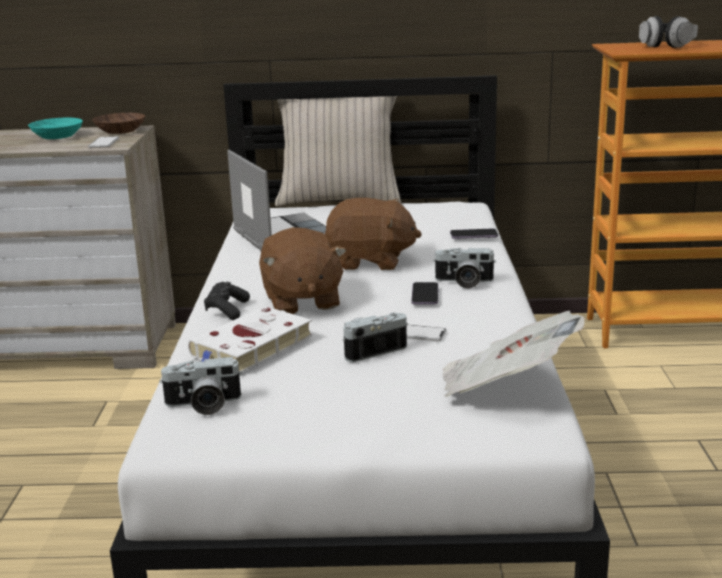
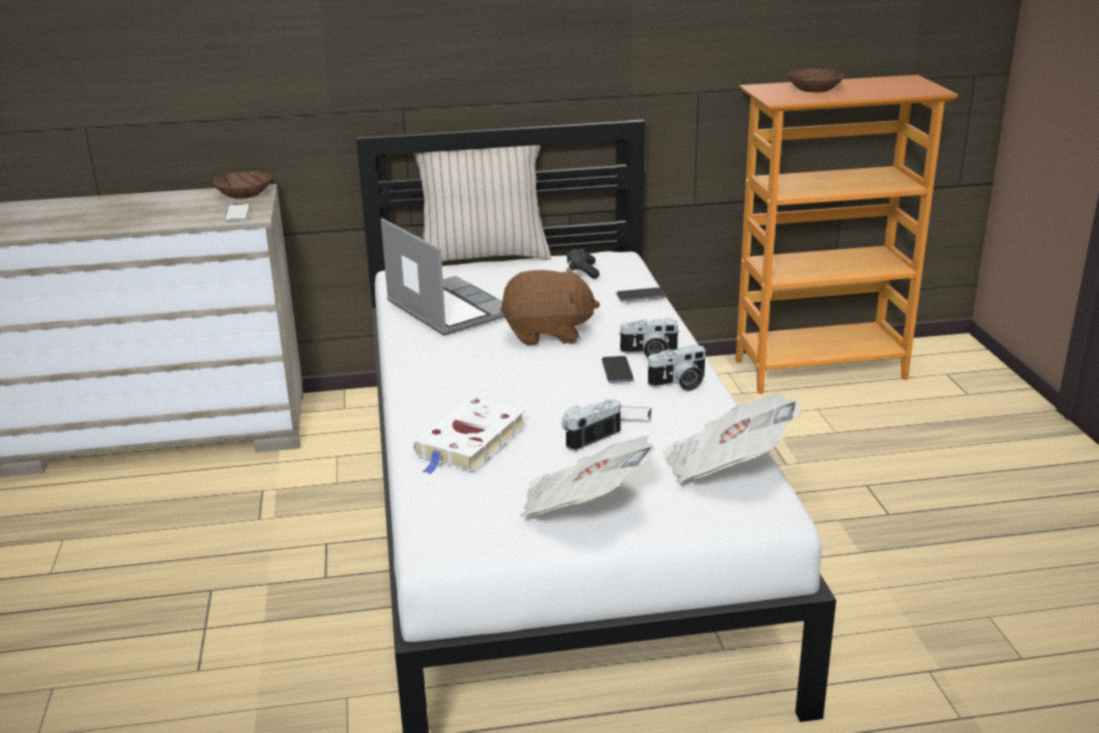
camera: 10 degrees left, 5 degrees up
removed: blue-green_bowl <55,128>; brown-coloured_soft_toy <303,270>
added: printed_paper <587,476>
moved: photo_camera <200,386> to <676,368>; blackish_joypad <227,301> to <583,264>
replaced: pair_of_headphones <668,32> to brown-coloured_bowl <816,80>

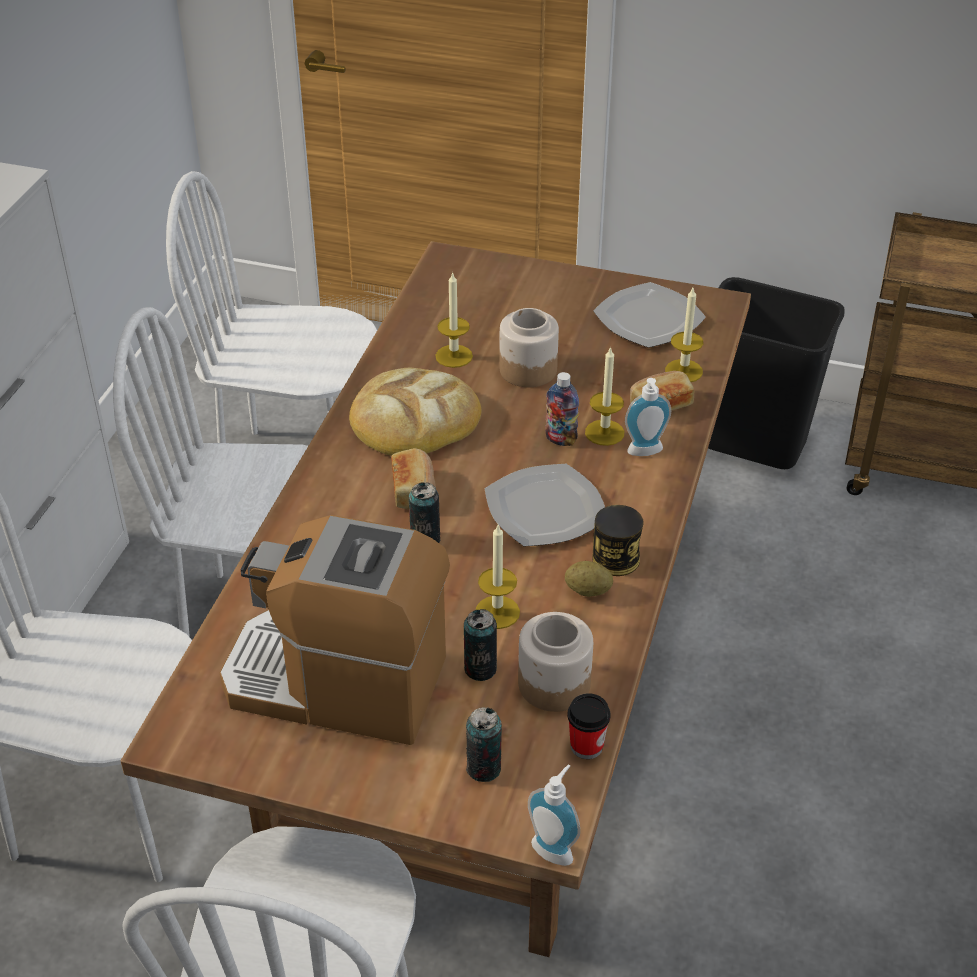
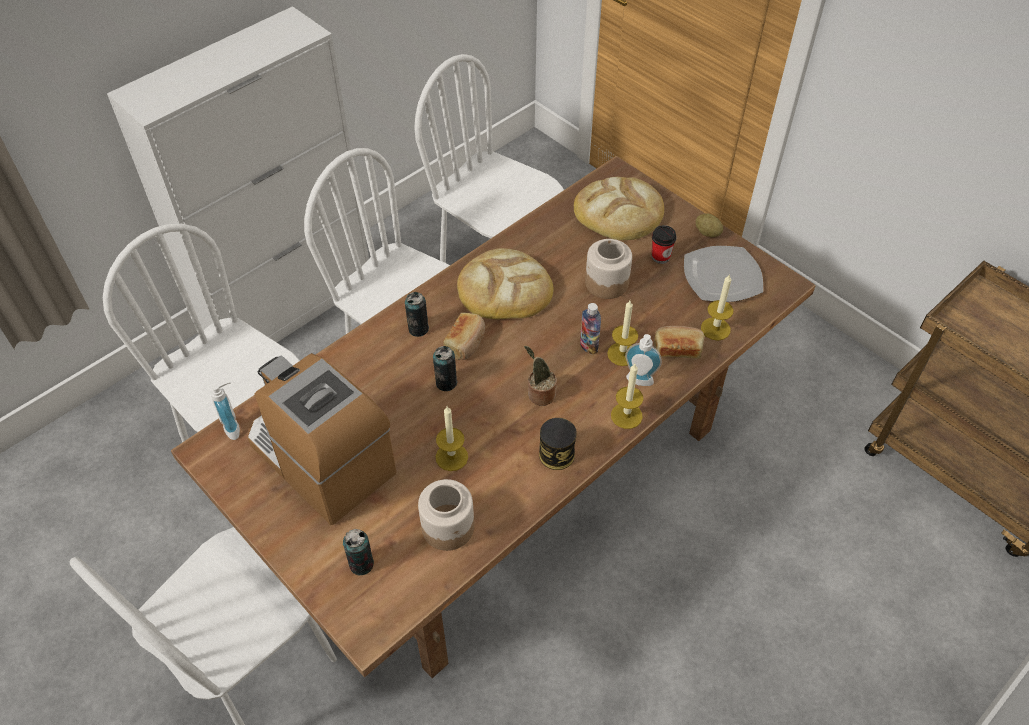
camera: 30 degrees right, 10 degrees up
removed: blackish_trash_can <776,373>
added: bakery_bread <619,208>
moved: wax_candle <454,320> to <627,396>; can <480,645> to <417,314>; soap_dispenser <554,815> to <225,411>; spud <589,579> to <709,225>; cup <589,726> to <664,244>
replaced: flat_dish <545,505> to potted_plant <540,376>

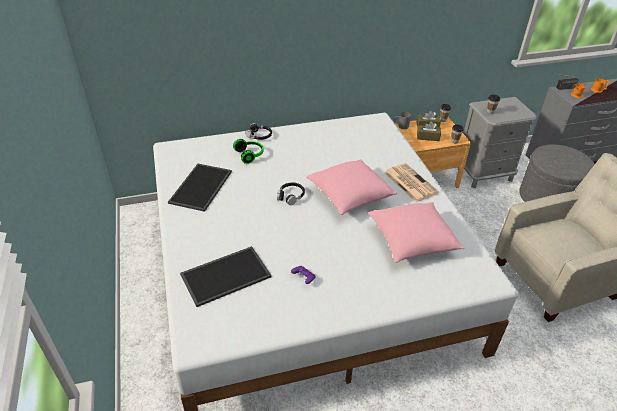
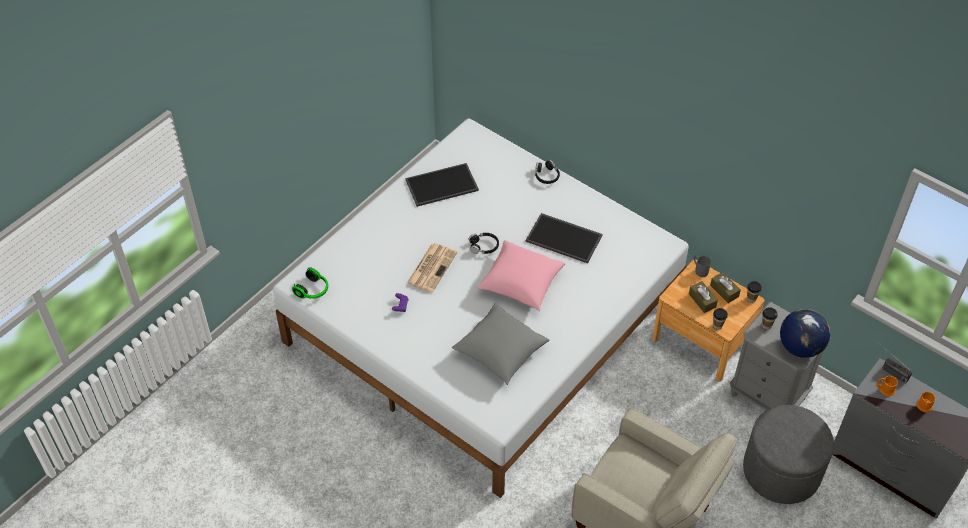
camera: 55 degrees right, 10 degrees up
added: world_globe <805,333>
moved: serving_tray <225,276> to <564,238>; pair_of_headphones <248,151> to <310,283>; printed_paper <412,182> to <432,267>
recoloured: pinkish_pillow <416,232> to gray_pillow <501,344>

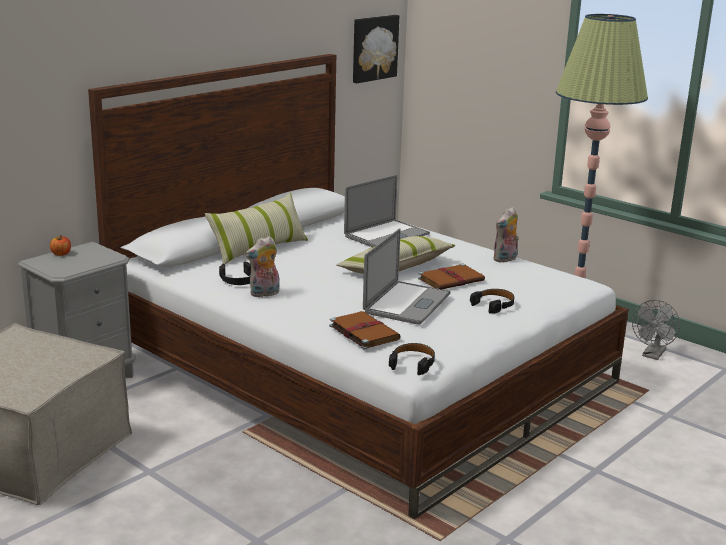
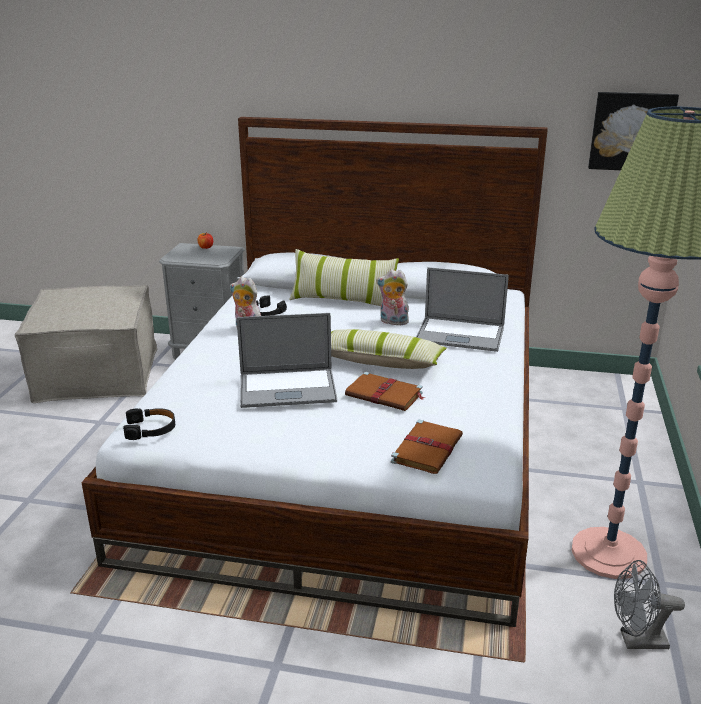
camera: 60 degrees right, 5 degrees up
removed: blackish_pair_of_headphones <492,301>
moved: brown-coloured_volume <365,330> to <427,446>; soft_toy <506,235> to <392,297>

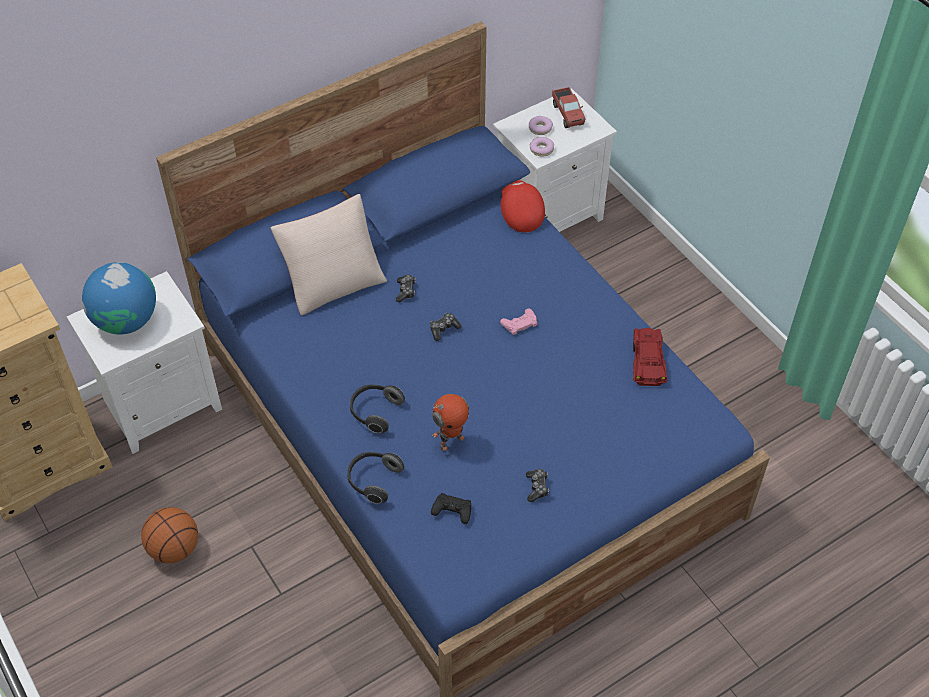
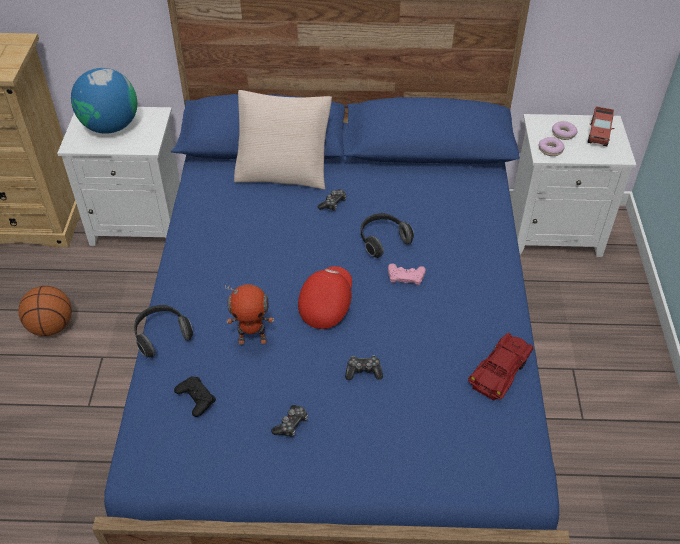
camera: 35 degrees right, 5 degrees down
moved: pair_of_headphones <377,408> to <387,235>; joypad <446,327> to <364,367>; red-coloured_cap <523,206> to <325,297>

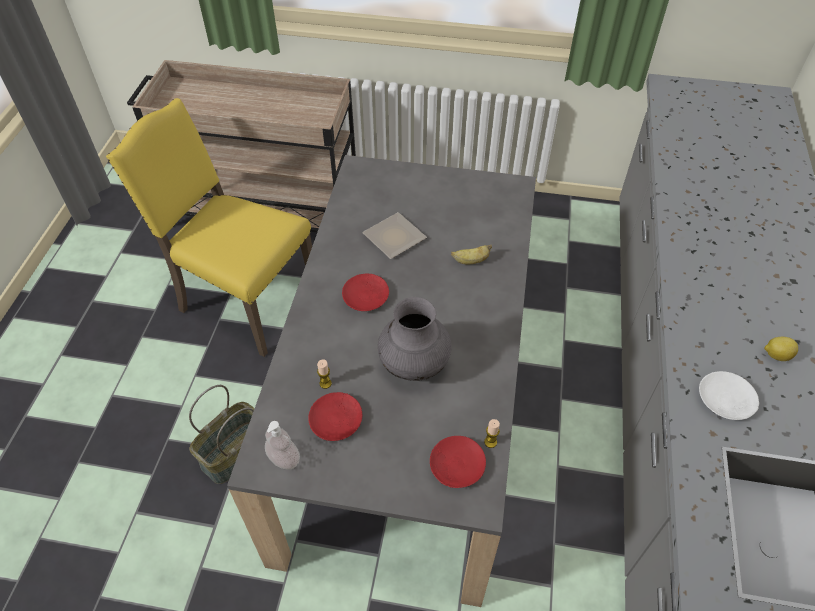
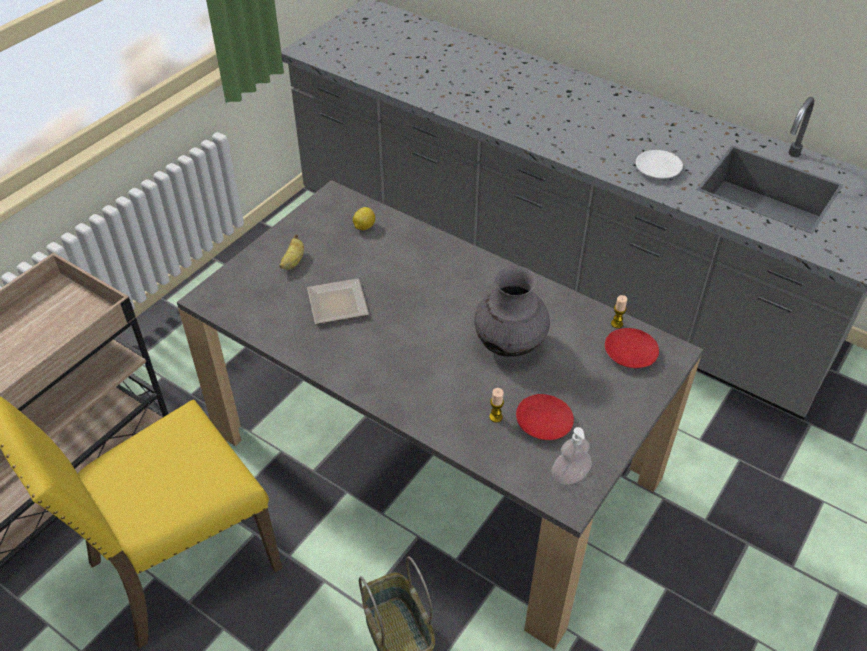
camera: 65 degrees left, 5 degrees down
removed: red-coloured_flat_dish <365,292>
moved: banana_fruit <471,254> to <291,252>; citrus_fruit <781,349> to <364,218>

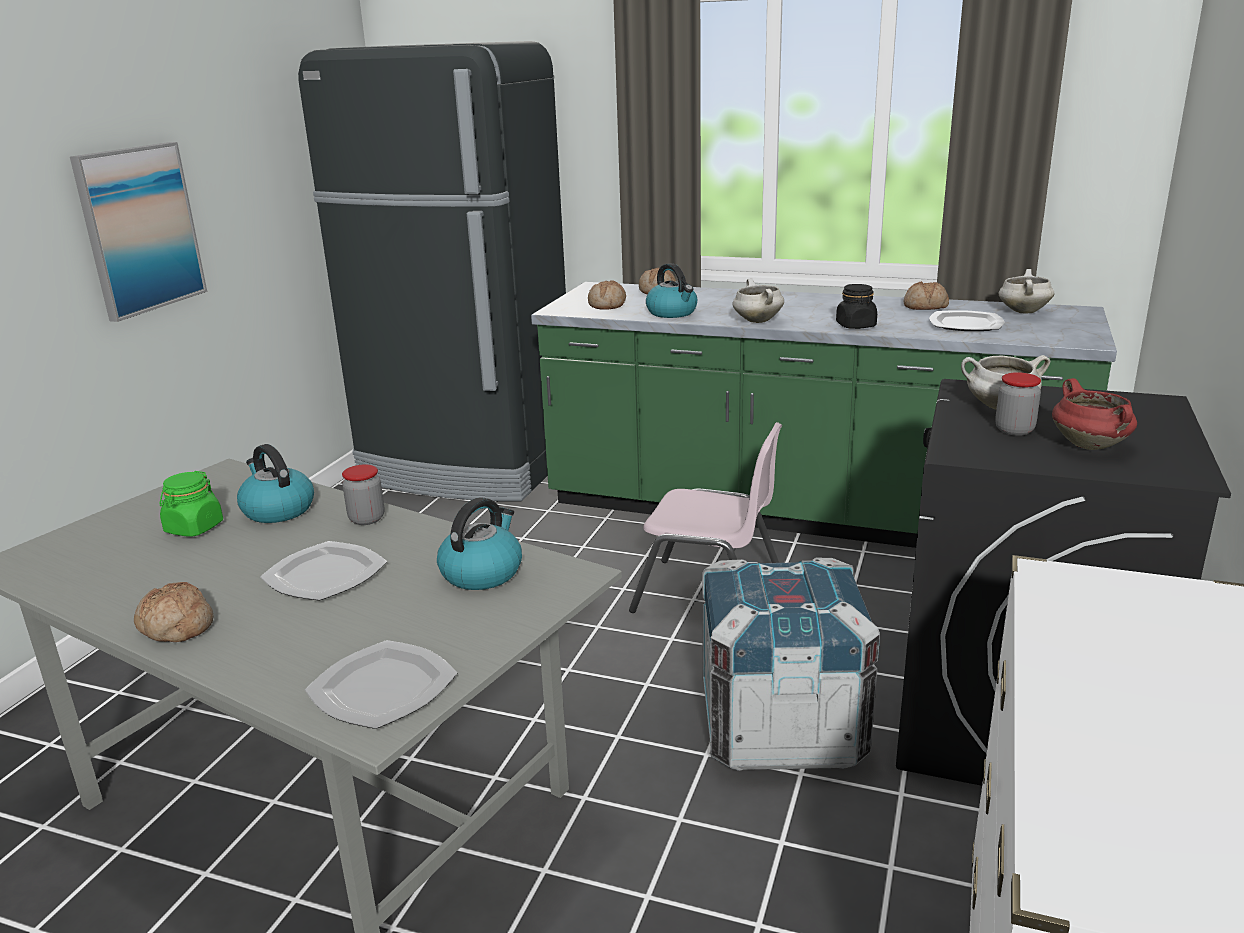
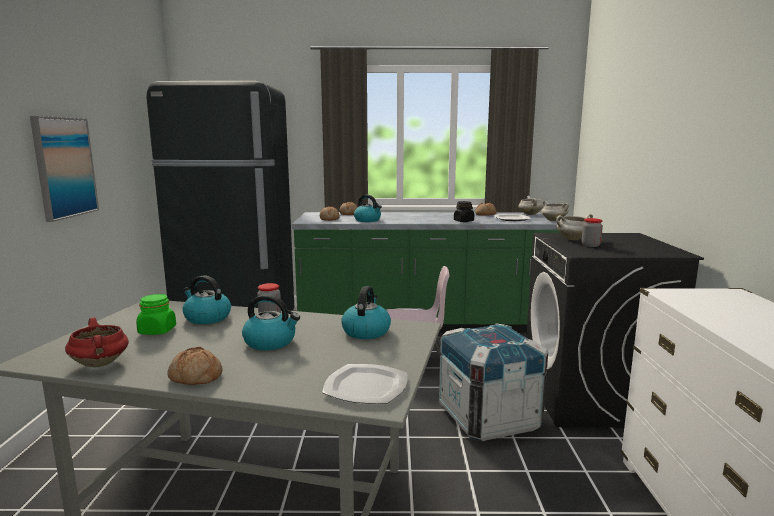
camera: 20 degrees left, 10 degrees down
moved: white-coloured_stockpot <758,300> to <555,211>; red-coloured_stockpot <1094,414> to <97,342>
replaced: flat_dish <323,571> to kettle <271,322>

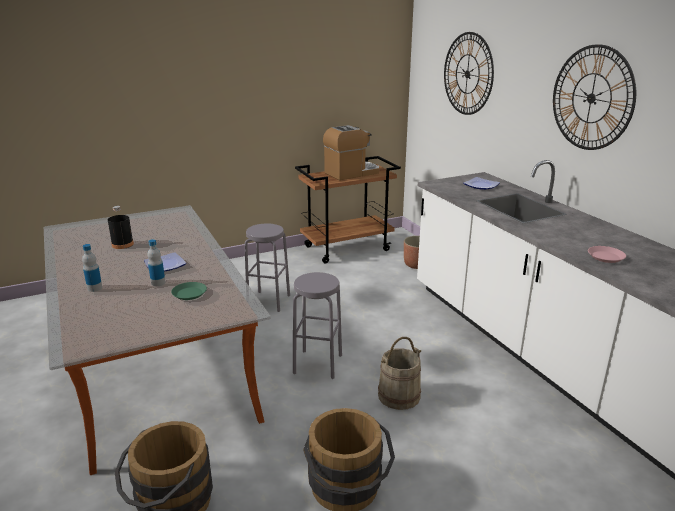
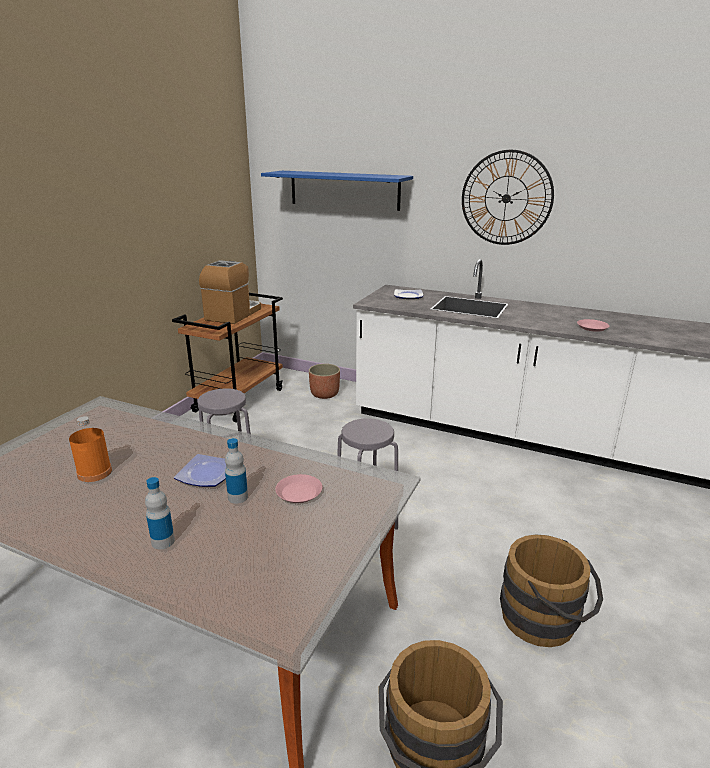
camera: 40 degrees left, 0 degrees up
removed: beige-coloured_bucket <399,373>
replaced: clock_on_the_wall <469,73> to blue_shelf <337,191>
recoloured: blackish_drink_bottle <121,227> to orangey_drink_bottle <90,449>; green_flat_dish <189,291> to pinkish_flat_dish <298,488>

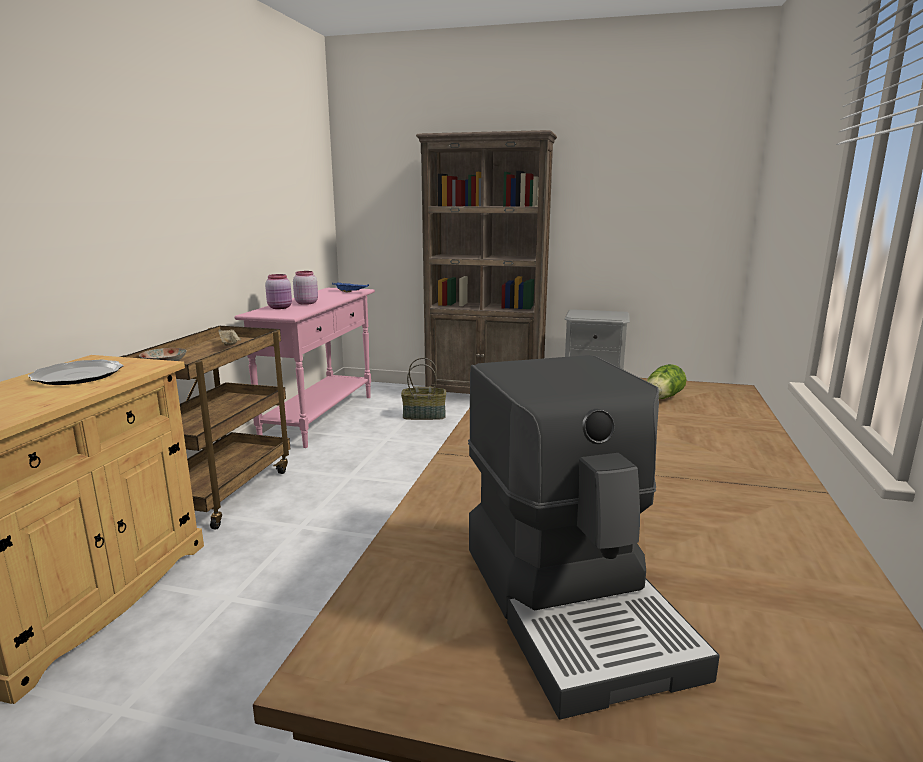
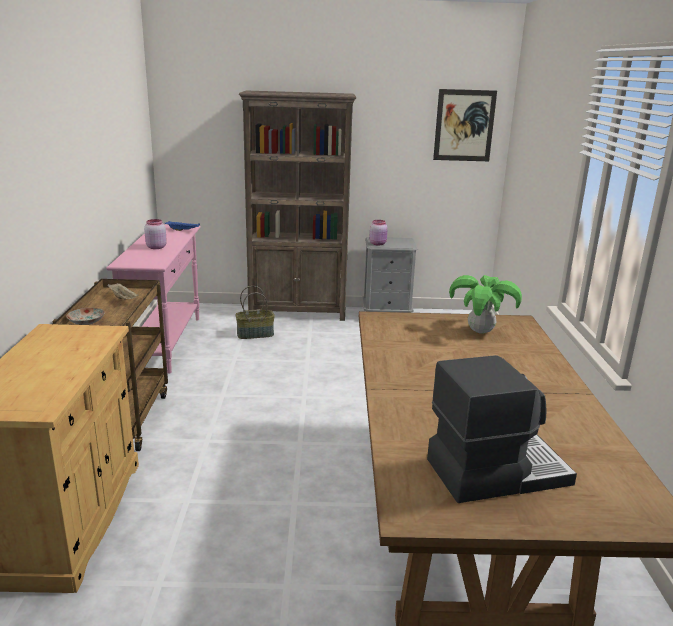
camera: 15 degrees left, 5 degrees up
removed: flat_dish <75,372>
added: wall_picture <465,125>
moved: pinkish_storage_jar <278,291> to <378,232>
replaced: lettuce <666,381> to potted_plant <485,304>
turned: coffee_brewer <594,537> = <502,429> 75 degrees counterclockwise

